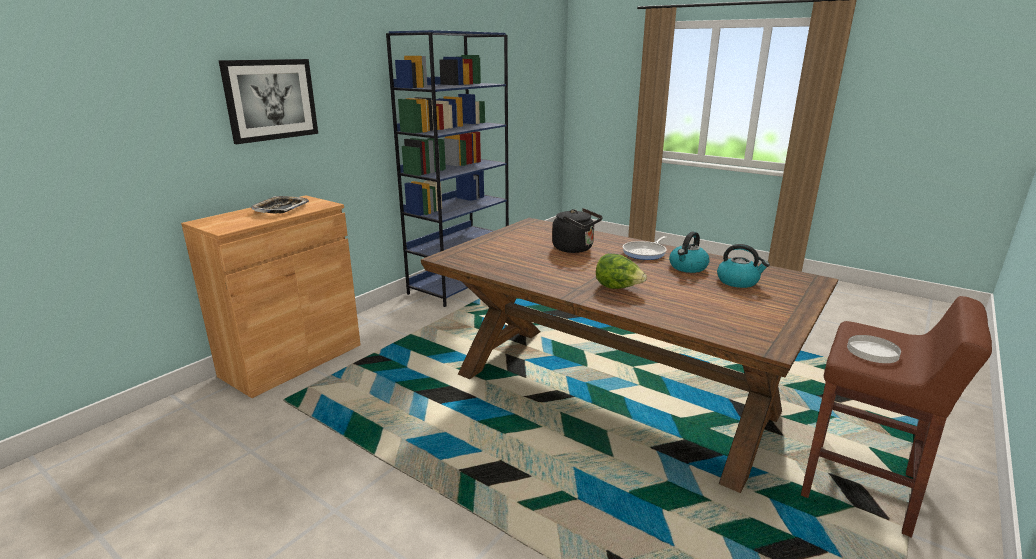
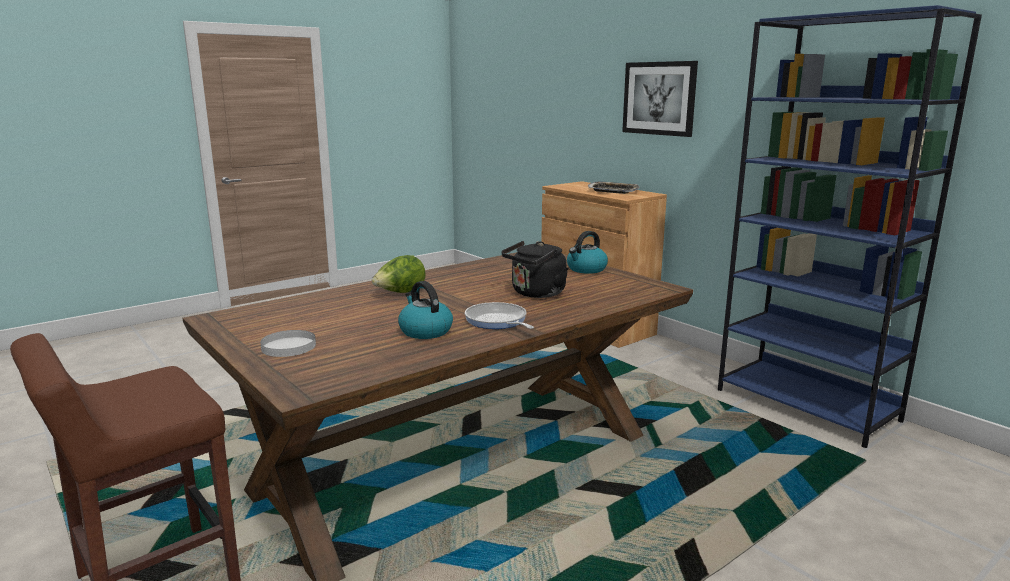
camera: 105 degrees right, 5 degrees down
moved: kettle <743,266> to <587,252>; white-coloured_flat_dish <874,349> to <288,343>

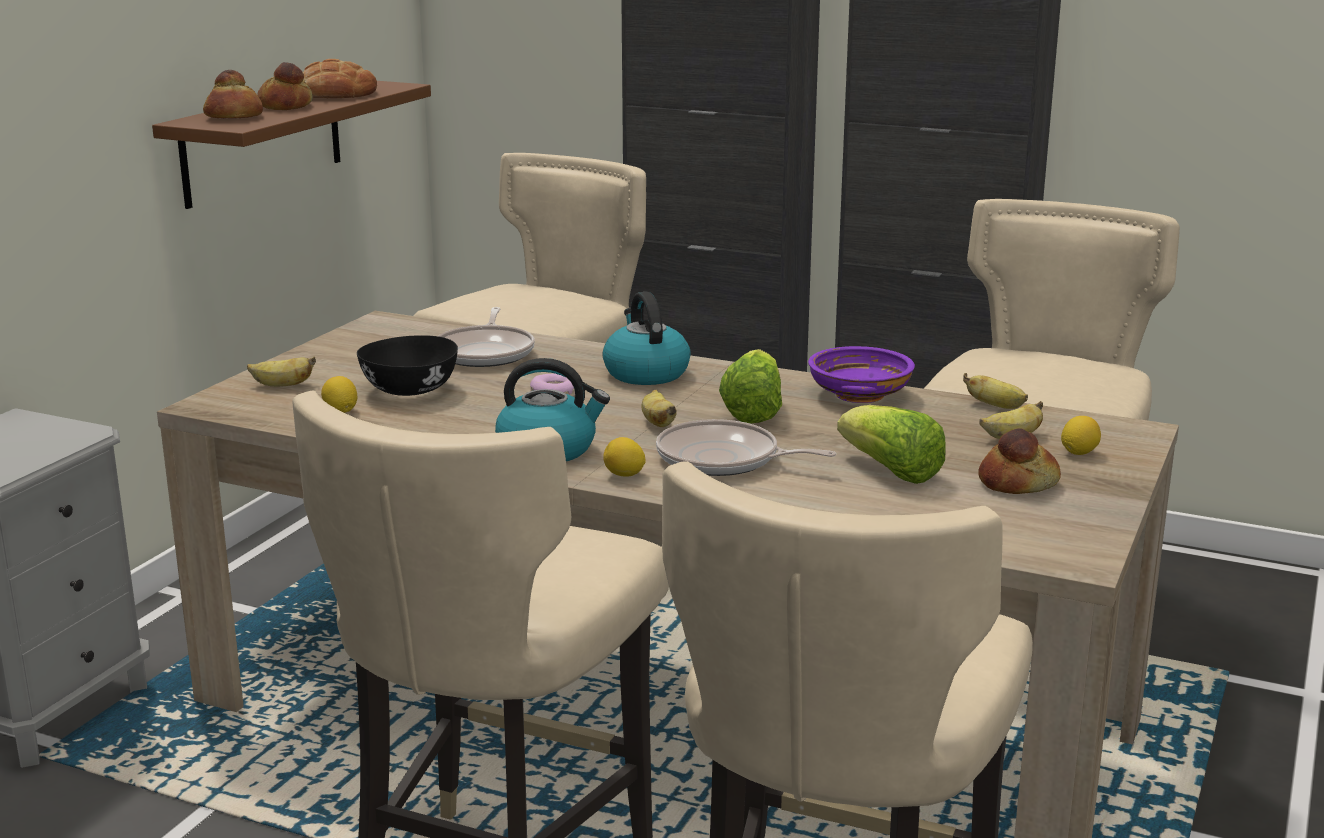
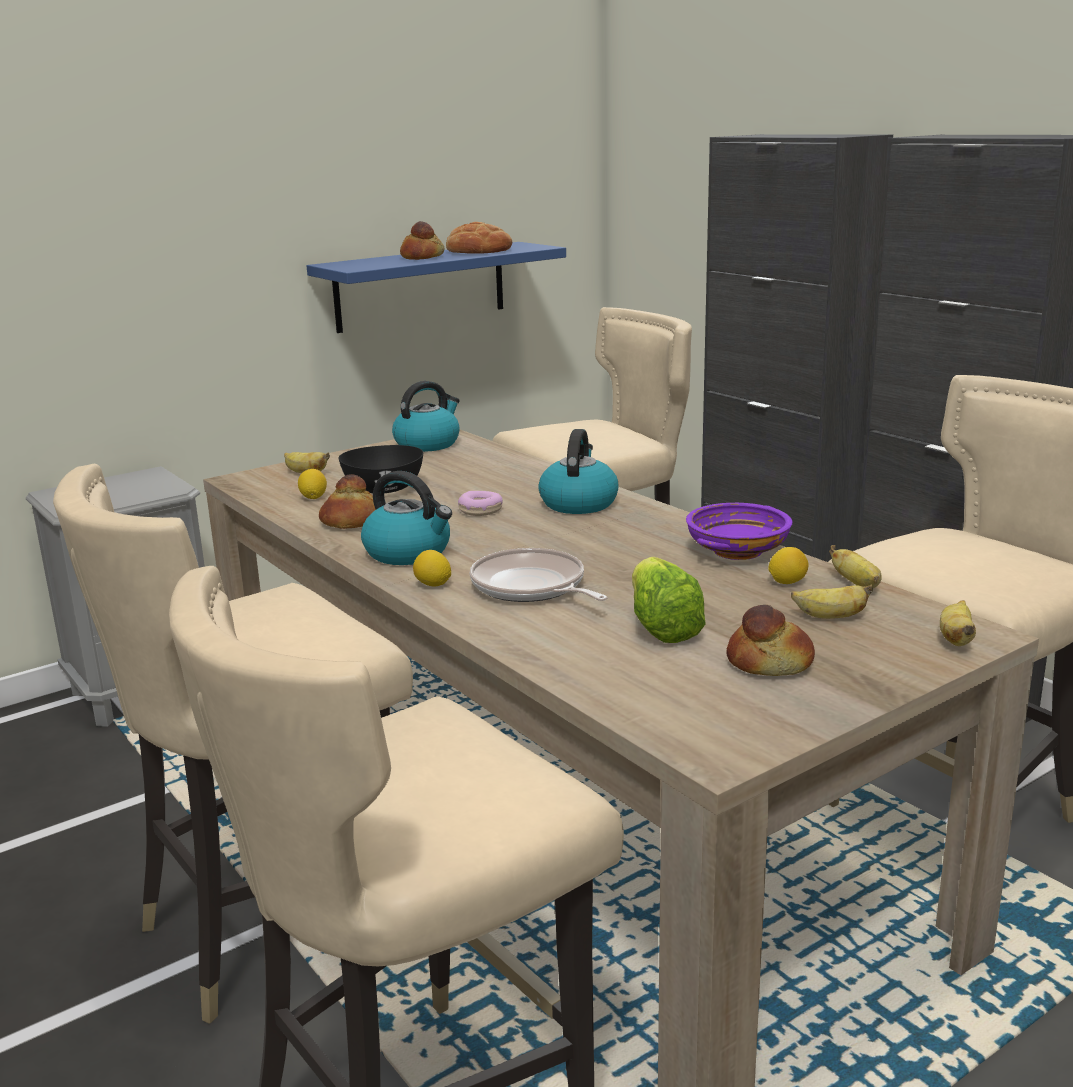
camera: 30 degrees right, 0 degrees up
removed: skillet <486,337>; lettuce <750,386>
added: kettle <426,416>
moved: bakery_bread <233,94> to <347,501>; banana_fruit <659,408> to <958,623>; citrus_fruit <1081,435> to <788,565>
recoloured: brown-coloured_shelf <291,145> to blue_shelf <436,287>

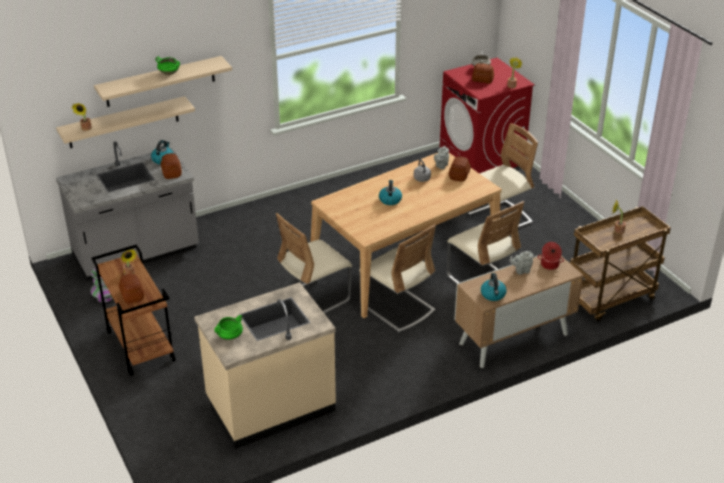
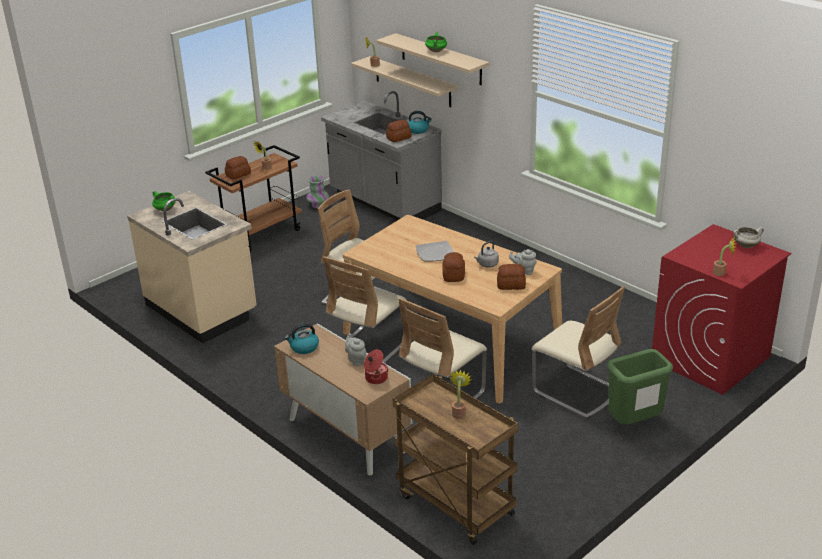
camera: 75 degrees right, 5 degrees down
added: green_trash_can <640,387>
moved: bakery_bread <483,73> to <453,267>
replaced: kettle <390,192> to flat_dish <435,251>

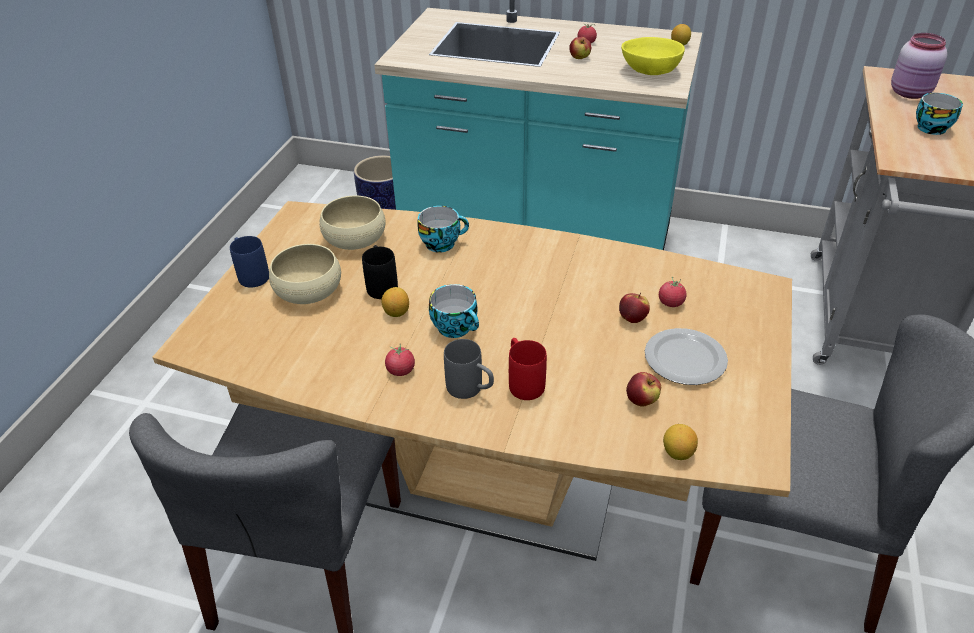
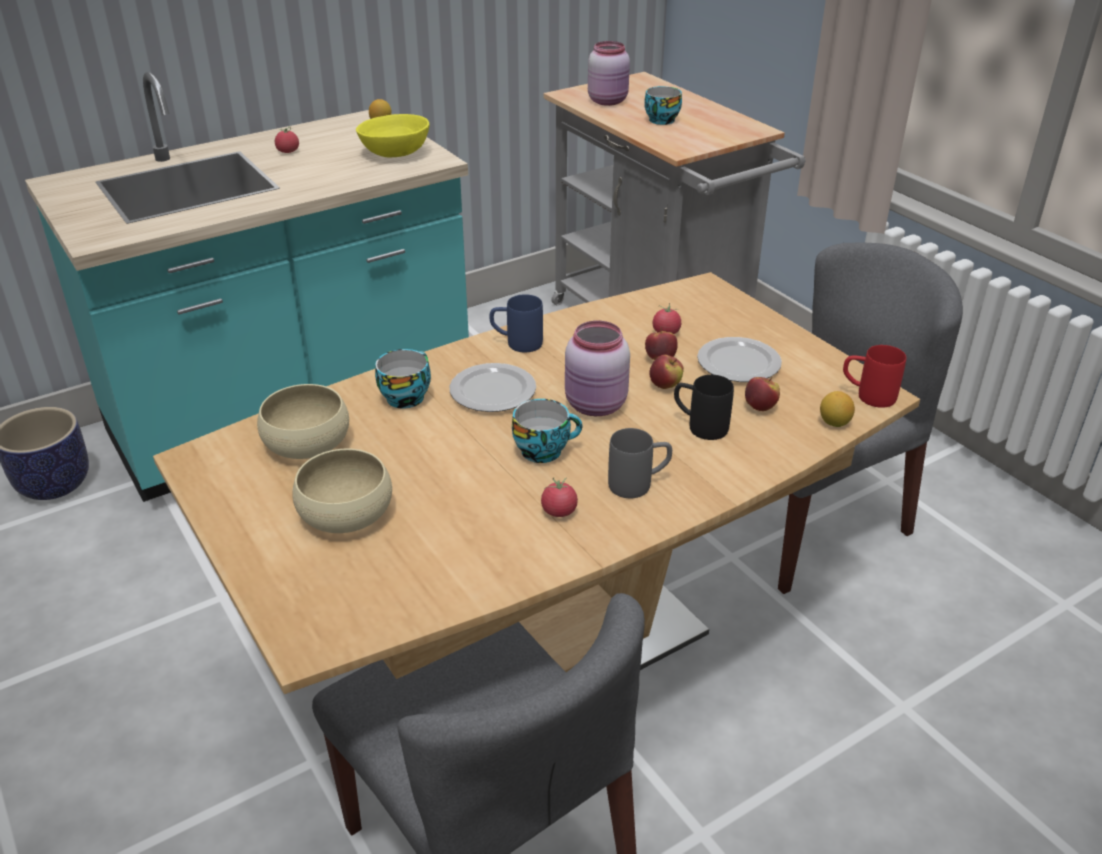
camera: 50 degrees left, 5 degrees down
removed: citrus_fruit <395,302>
added: flat_dish <493,387>; pinkish_storage_jar <597,368>
moved: blue_mug <249,262> to <516,323>; blackish_mug <380,272> to <704,407>; red-coloured_mug <528,369> to <874,376>; apple <580,48> to <666,372>

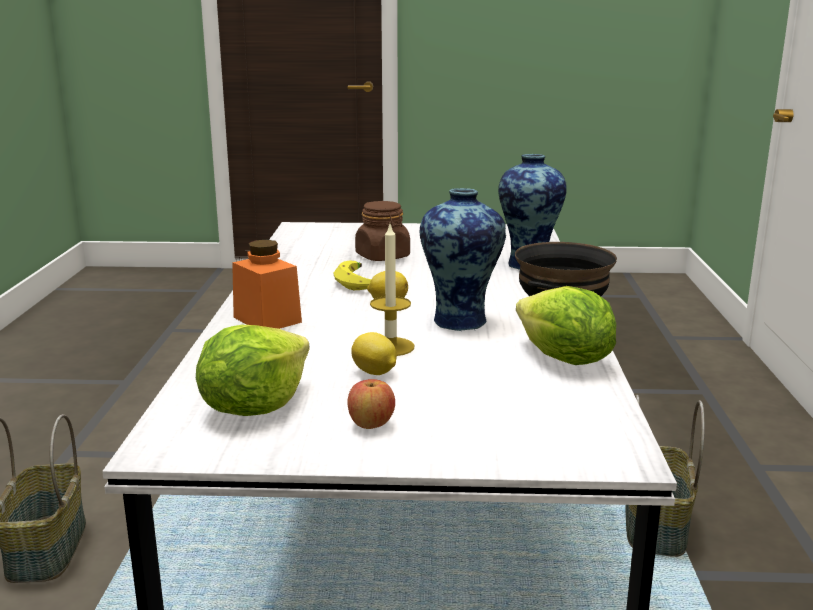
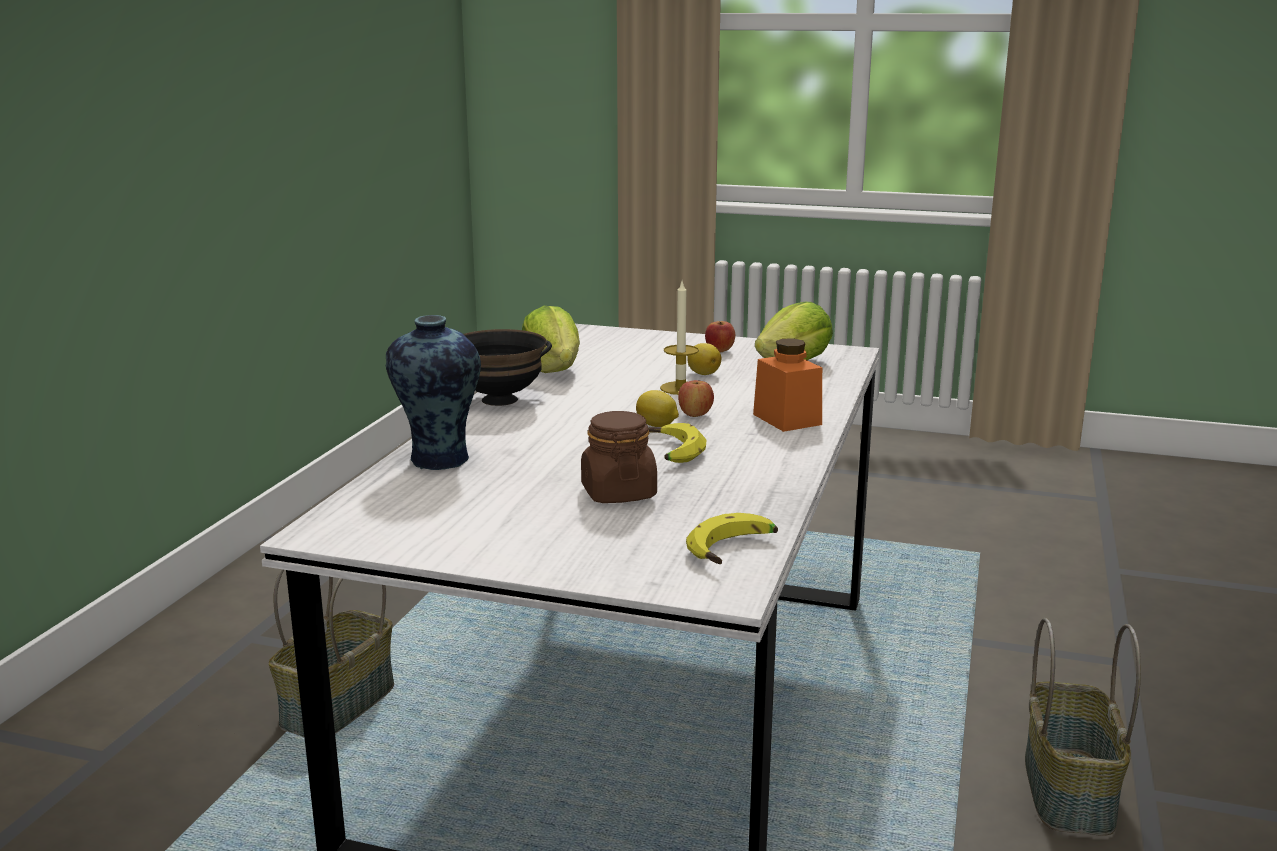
camera: 165 degrees left, 0 degrees up
removed: decorative_vase <463,259>
added: apple <696,398>; banana_fruit <732,538>

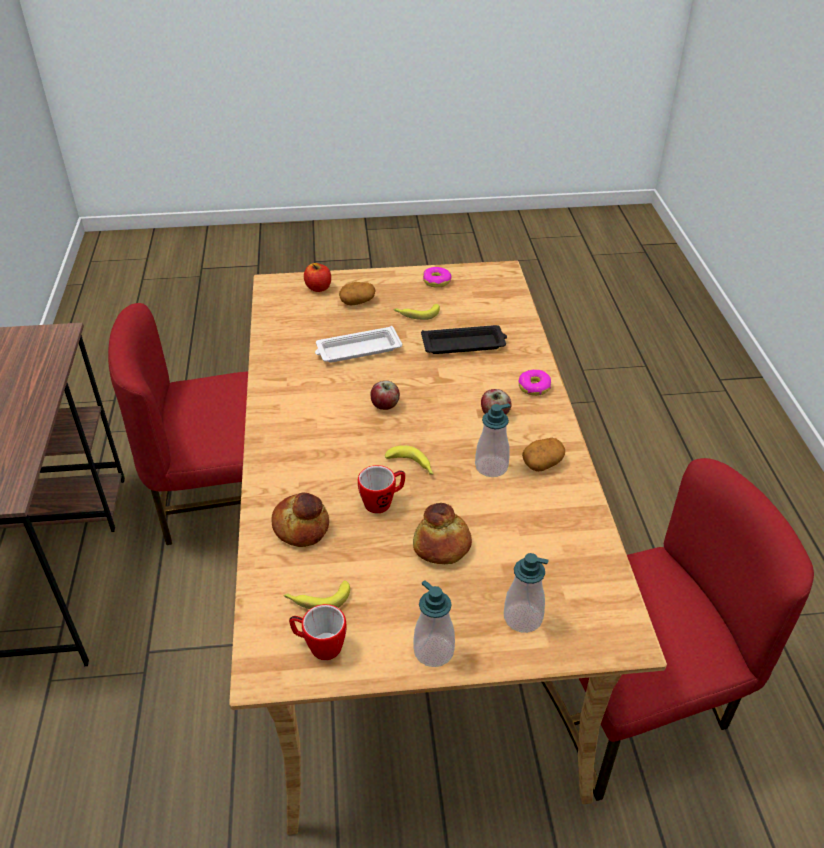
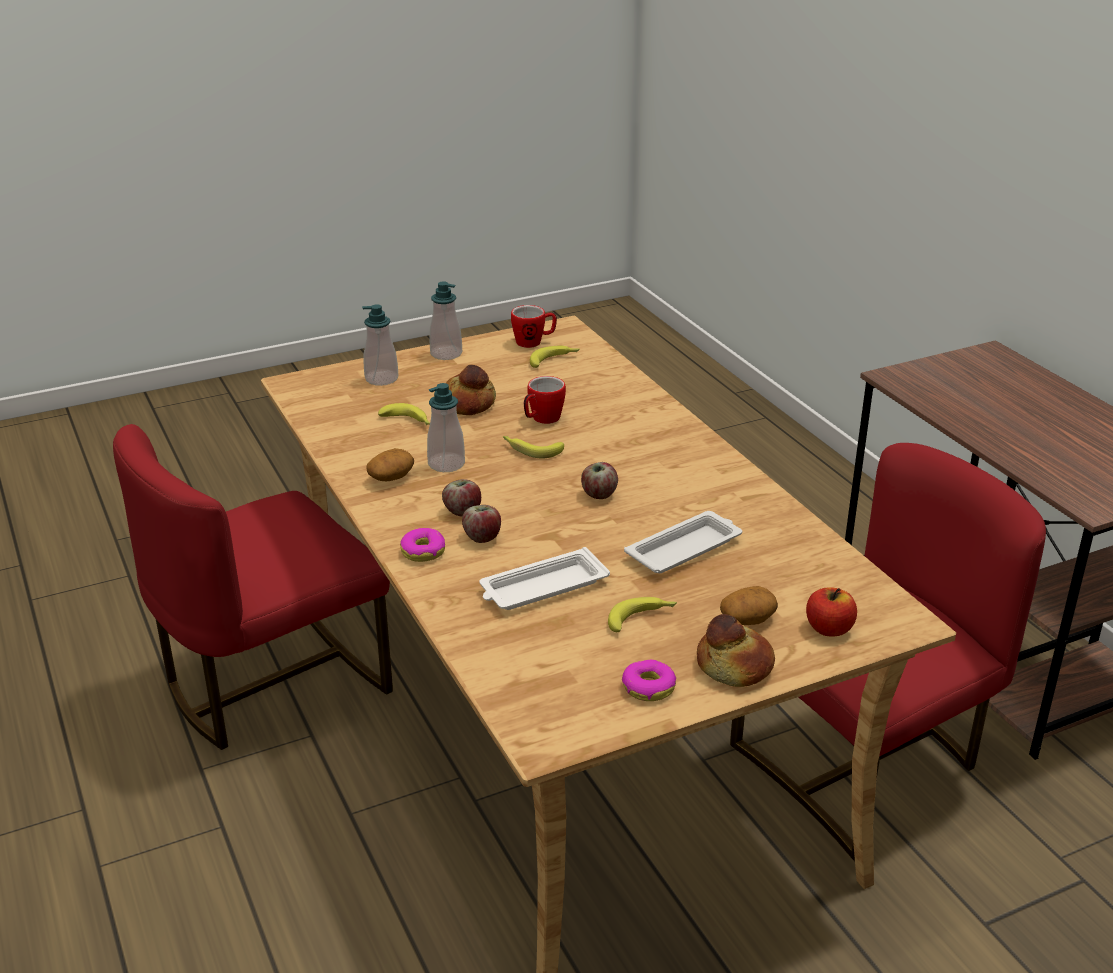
camera: 160 degrees right, 10 degrees down
added: banana_fruit <404,414>; apple <481,524>
moved: bakery_bread <300,520> to <736,650>
recoloured: blackish_serving_tray <464,339> to white-coloured_serving_tray <545,578>

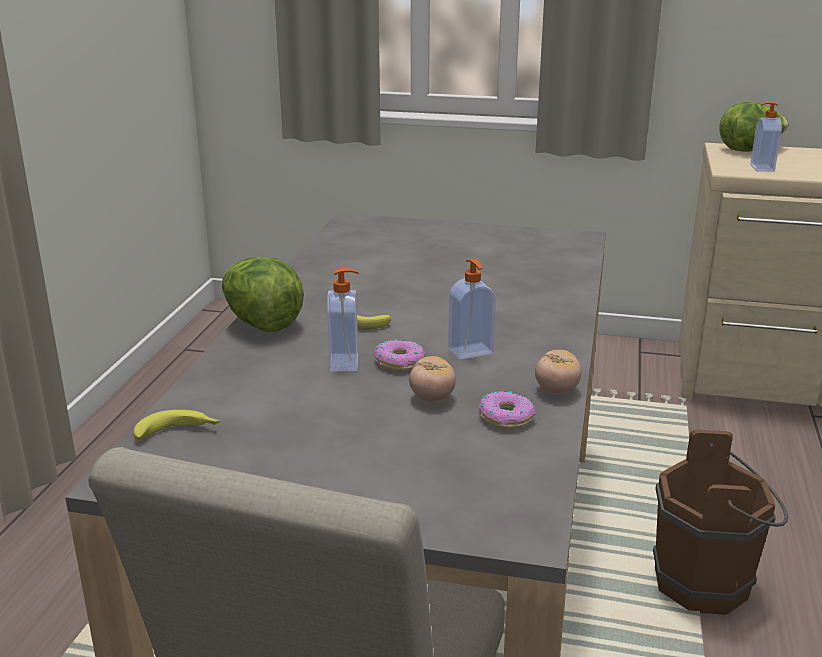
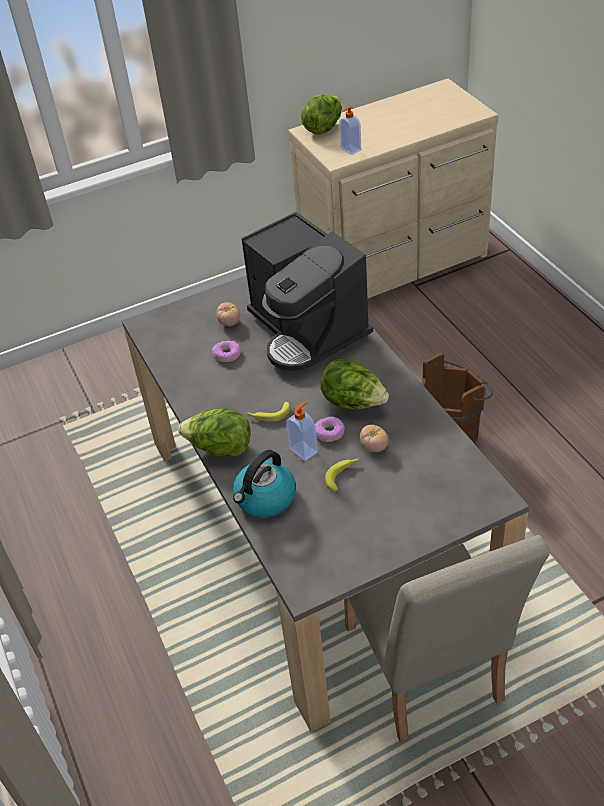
camera: 35 degrees left, 20 degrees up
added: kettle <264,483>; coffee_brewer <307,292>
moved: banana_fruit <177,425> to <342,475>; donut <507,410> to <226,351>; whole_tomato <558,372> to <228,314>
replaced: soap_dispenser <472,309> to lettuce <355,384>

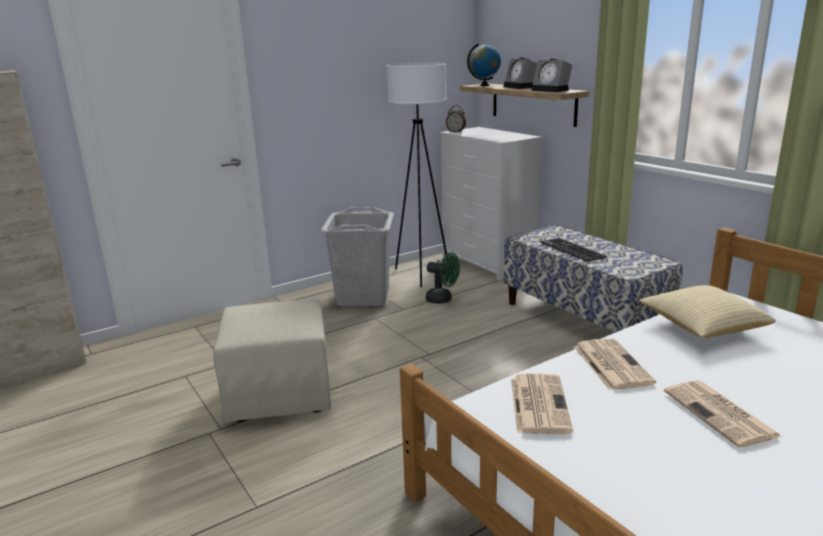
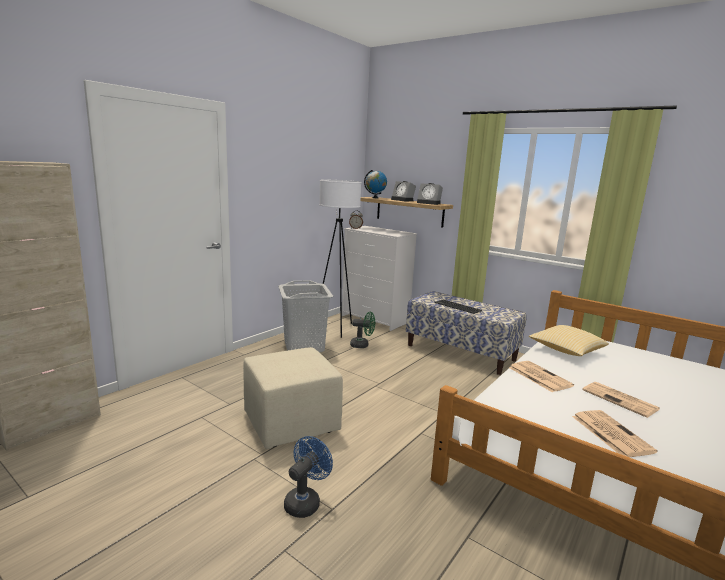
camera: 20 degrees left, 5 degrees down
added: blue_cooling_fan <308,477>
moved: printed_paper <542,403> to <615,433>

